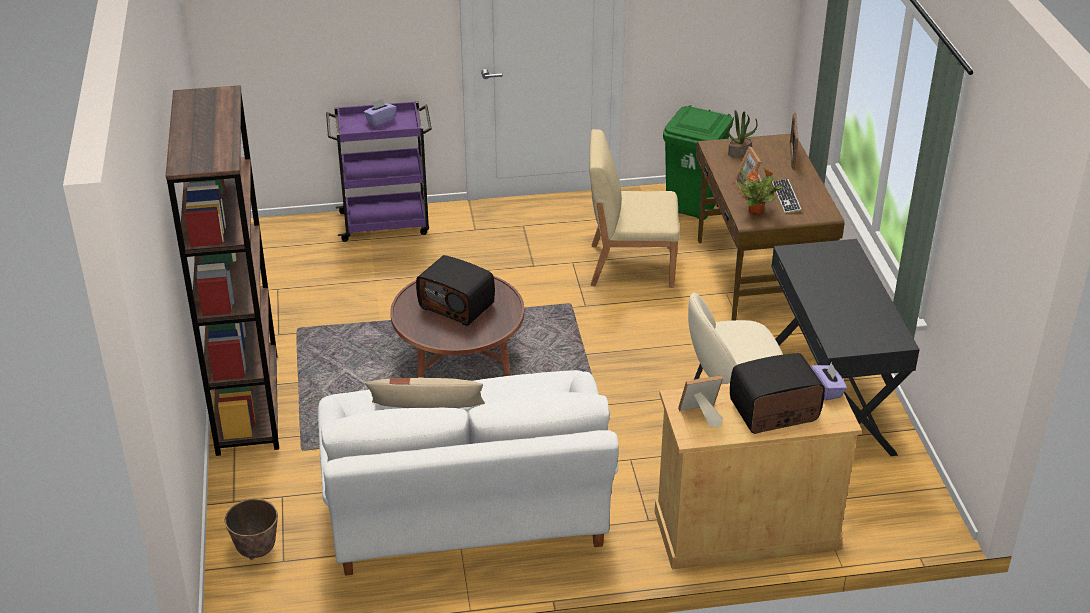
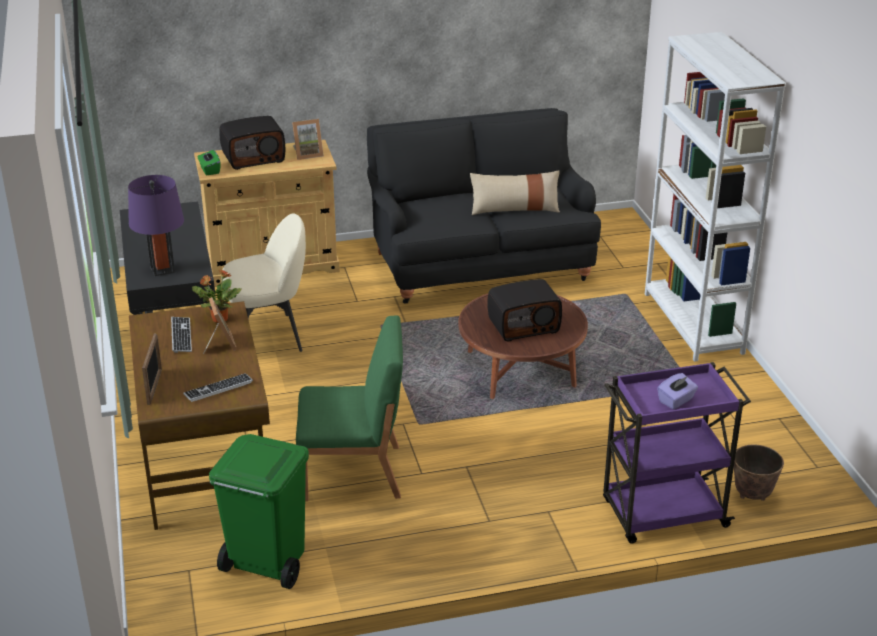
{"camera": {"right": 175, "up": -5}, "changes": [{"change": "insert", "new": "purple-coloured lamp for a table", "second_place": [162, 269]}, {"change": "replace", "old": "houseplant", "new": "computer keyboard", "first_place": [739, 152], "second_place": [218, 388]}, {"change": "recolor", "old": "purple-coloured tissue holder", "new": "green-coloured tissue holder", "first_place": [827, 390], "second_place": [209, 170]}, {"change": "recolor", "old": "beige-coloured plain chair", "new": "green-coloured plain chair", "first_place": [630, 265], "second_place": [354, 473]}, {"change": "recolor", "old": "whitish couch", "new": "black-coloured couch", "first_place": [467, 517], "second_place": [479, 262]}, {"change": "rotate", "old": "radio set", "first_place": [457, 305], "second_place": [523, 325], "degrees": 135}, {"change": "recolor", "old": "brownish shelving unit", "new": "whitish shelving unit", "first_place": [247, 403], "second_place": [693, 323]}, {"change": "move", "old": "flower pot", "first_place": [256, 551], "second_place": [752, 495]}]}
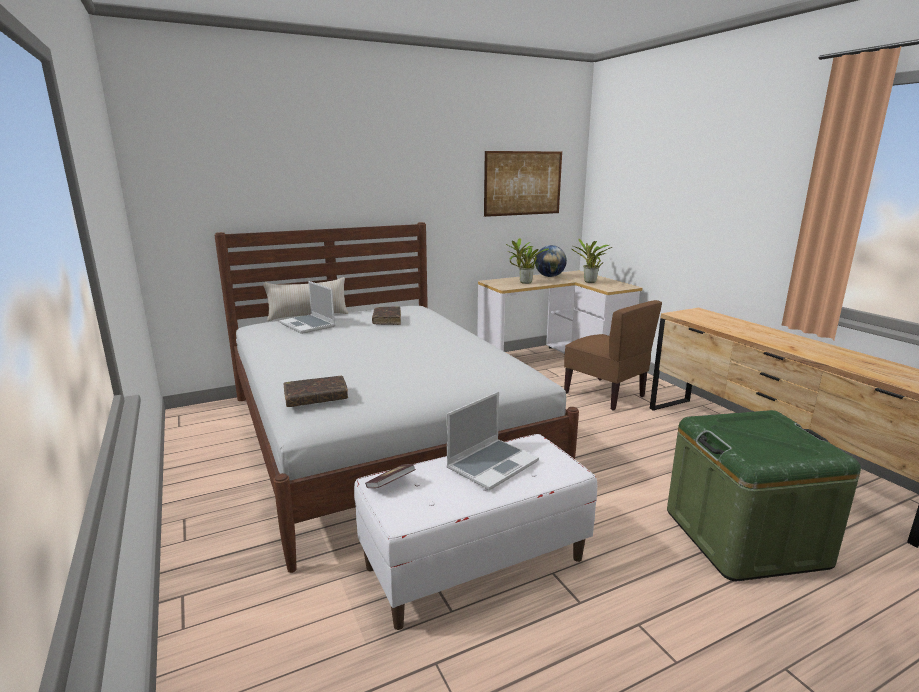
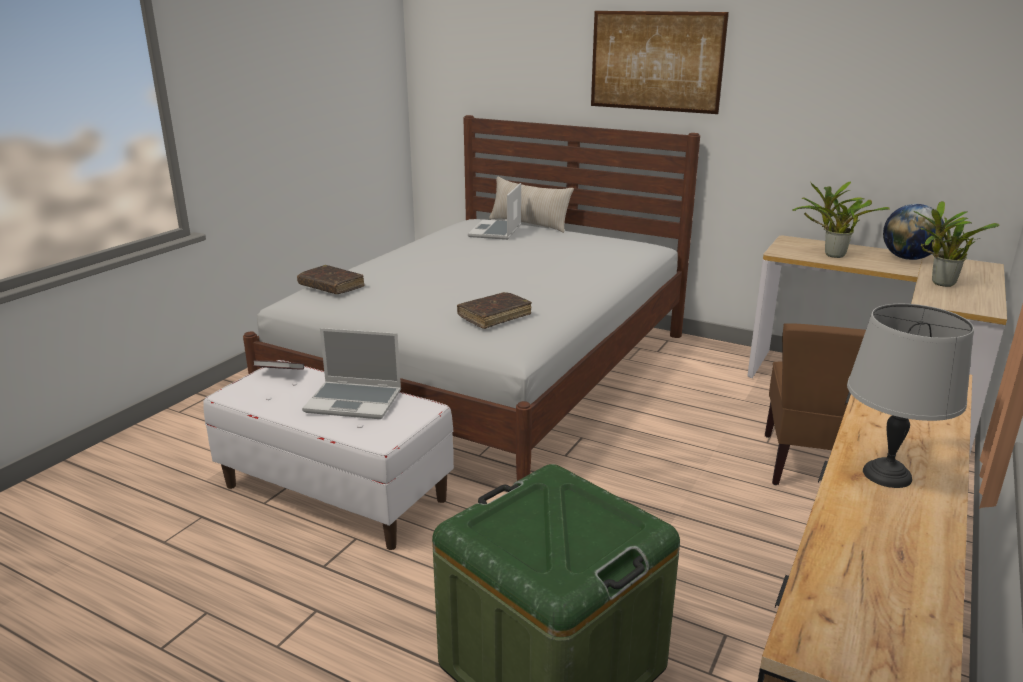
{"camera": {"right": 55, "up": 5}, "changes": [{"change": "move", "old": "brownish bound book", "first_place": [387, 320], "second_place": [494, 316]}, {"change": "move", "old": "wall picture", "first_place": [523, 183], "second_place": [656, 61]}, {"change": "insert", "new": "grey lamp for a table", "second_place": [887, 475]}]}
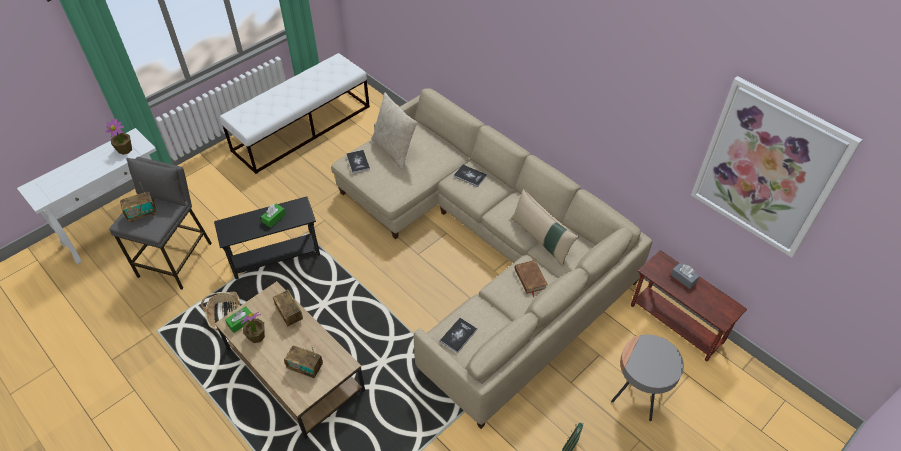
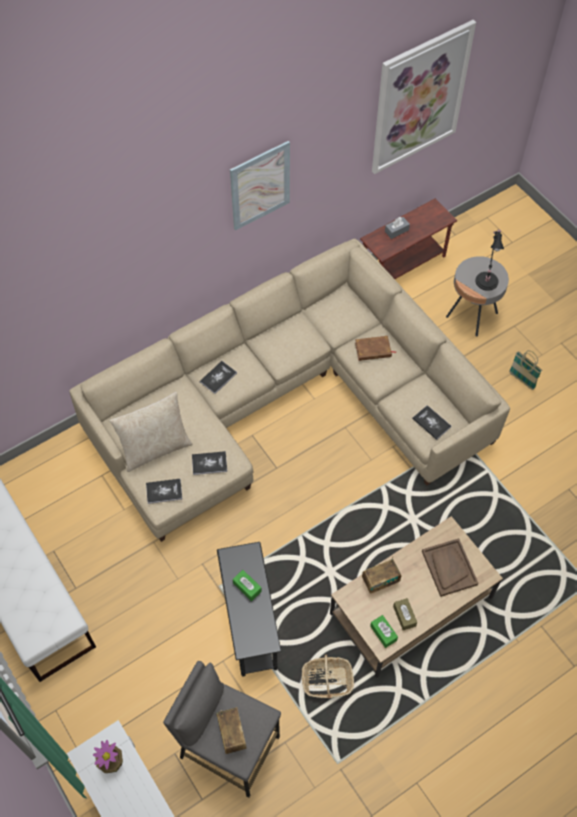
{"camera": {"right": -80, "up": 10}, "changes": [{"change": "insert", "new": "bound book", "second_place": [209, 463]}, {"change": "insert", "new": "wall picture", "second_place": [260, 185]}, {"change": "replace", "old": "houseplant", "new": "brownish tissue holder", "first_place": [256, 336], "second_place": [404, 616]}, {"change": "replace", "old": "radio set", "new": "brownish serving tray", "first_place": [305, 368], "second_place": [449, 568]}, {"change": "insert", "new": "black-coloured lamp for a table", "second_place": [487, 279]}, {"change": "delete", "old": "beige-coloured pillow", "first_place": [541, 239]}]}
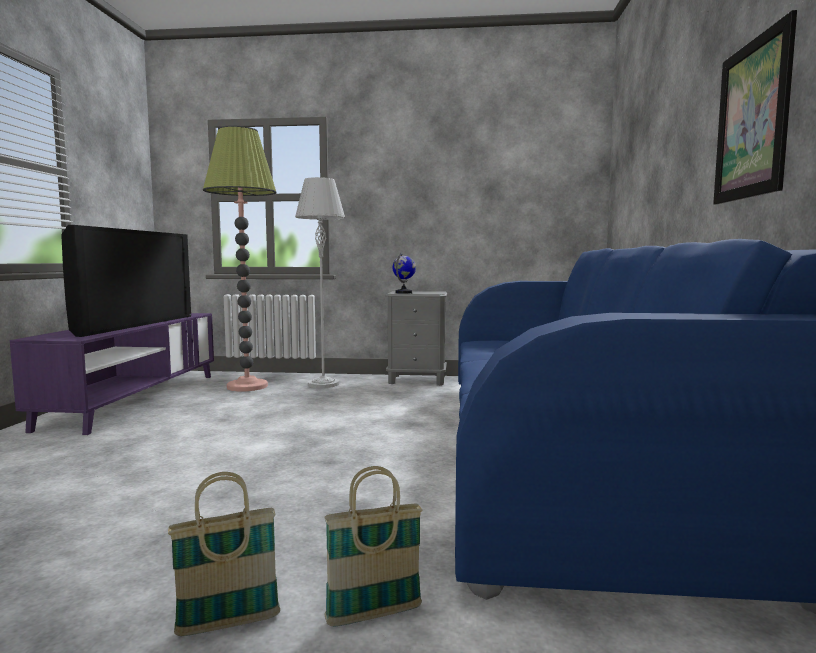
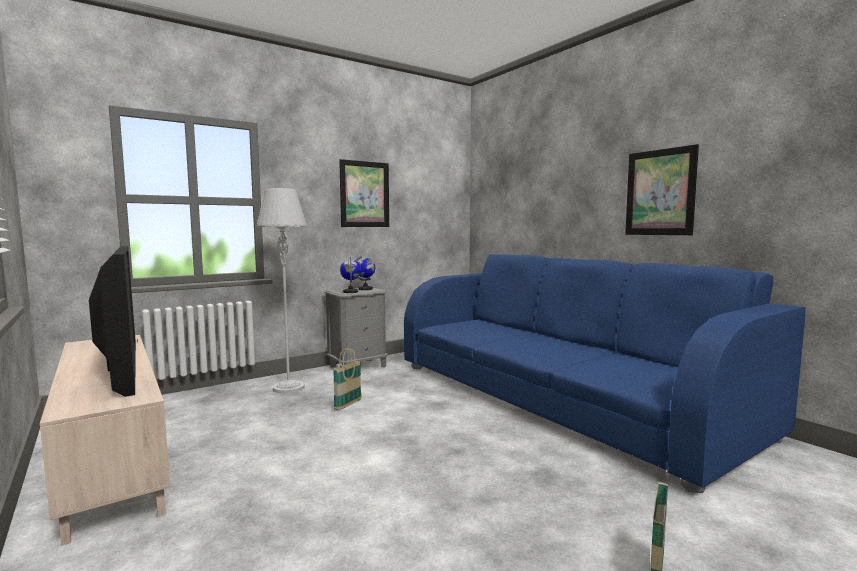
{"camera": {"right": -40, "up": 0}, "changes": [{"change": "recolor", "old": "purple-coloured tv stand", "new": "beige-coloured tv stand", "first_place": [135, 399], "second_place": [112, 458]}, {"change": "move", "old": "household basket", "first_place": [374, 614], "second_place": [348, 404]}, {"change": "insert", "new": "wall picture", "second_place": [364, 194]}, {"change": "insert", "new": "globe", "second_place": [365, 289]}, {"change": "delete", "old": "standing lamp", "first_place": [247, 386]}]}
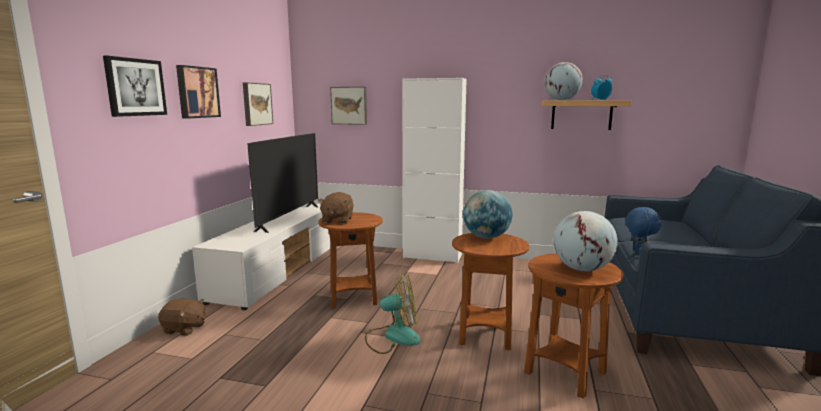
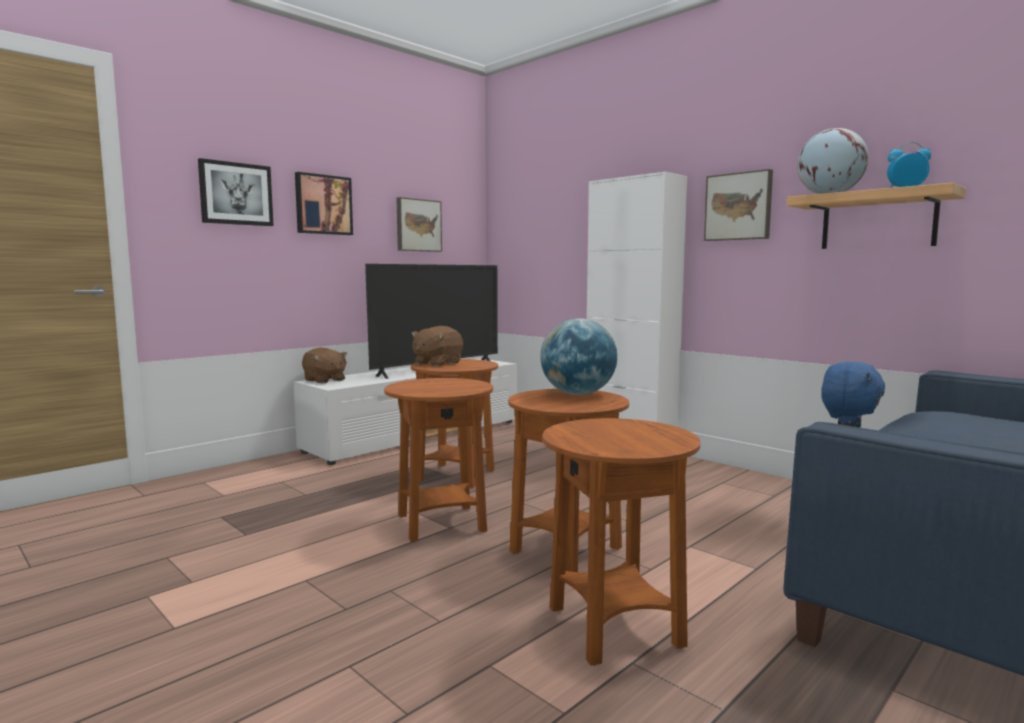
{"camera": {"right": 30, "up": -5}, "changes": [{"change": "move", "old": "brownish cuddly toy", "first_place": [184, 329], "second_place": [324, 380]}, {"change": "replace", "old": "fan", "new": "brownish end table", "first_place": [393, 337], "second_place": [441, 524]}, {"change": "move", "old": "wall picture", "first_place": [349, 105], "second_place": [738, 206]}, {"change": "delete", "old": "globe", "first_place": [582, 269]}]}
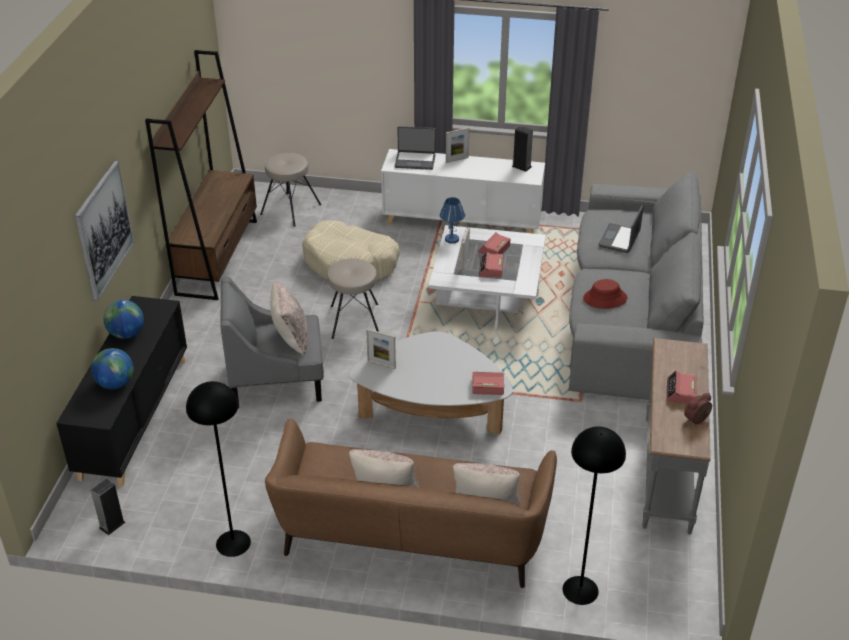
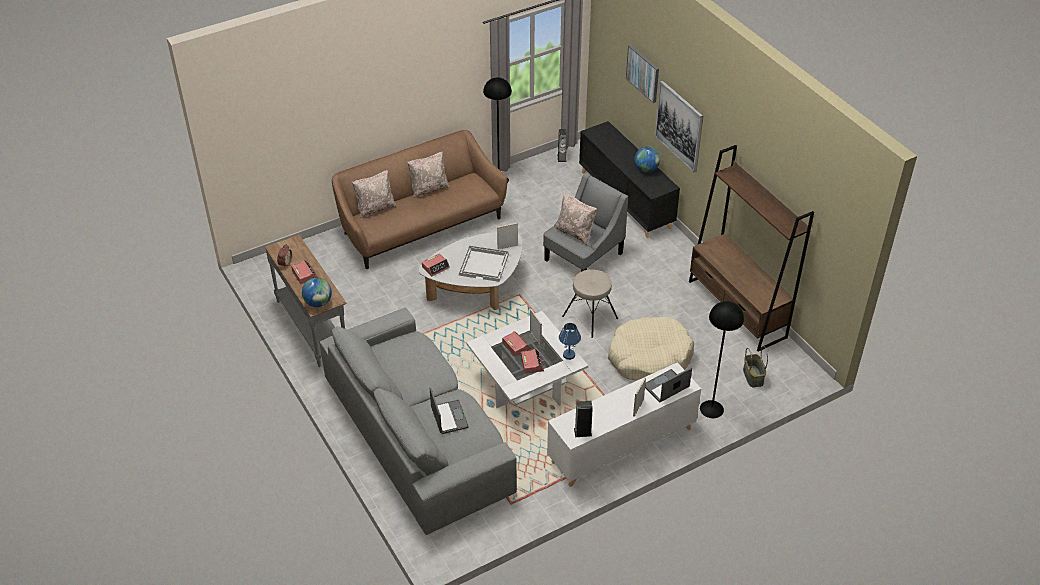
{"camera": {"right": 140, "up": 5}, "changes": [{"change": "move", "old": "globe", "first_place": [115, 384], "second_place": [318, 303]}, {"change": "insert", "new": "whitish serving tray", "second_place": [484, 264]}, {"change": "insert", "new": "wall picture", "second_place": [643, 73]}, {"change": "move", "old": "black-coloured standing lamp", "first_place": [580, 590], "second_place": [711, 409]}, {"change": "replace", "old": "beige-coloured stool seat", "new": "household basket", "first_place": [290, 209], "second_place": [753, 376]}, {"change": "delete", "old": "red clothing hat", "first_place": [605, 298]}]}
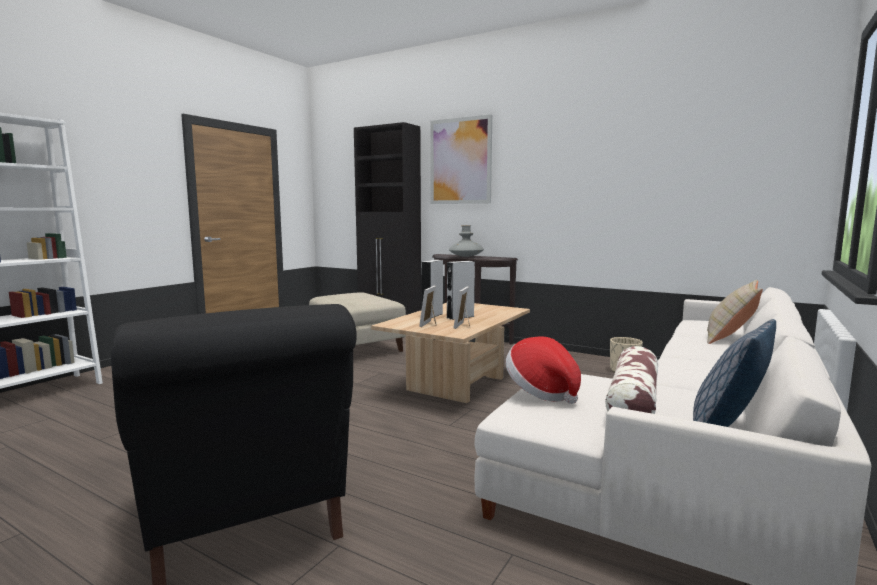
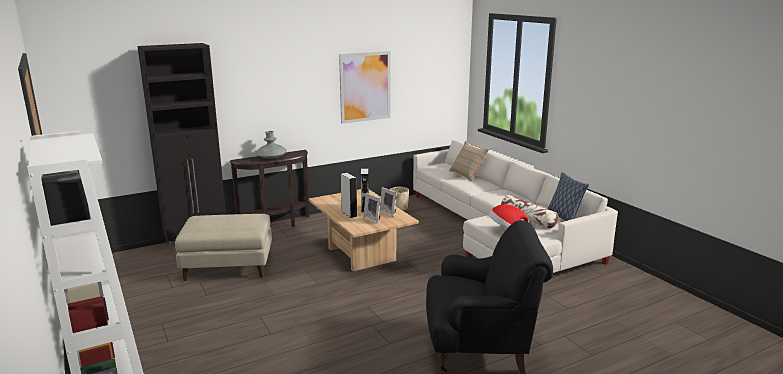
{"camera": {"right": -60, "up": 10}, "changes": [{"change": "move", "old": "wall picture", "first_place": [460, 161], "second_place": [365, 87]}]}
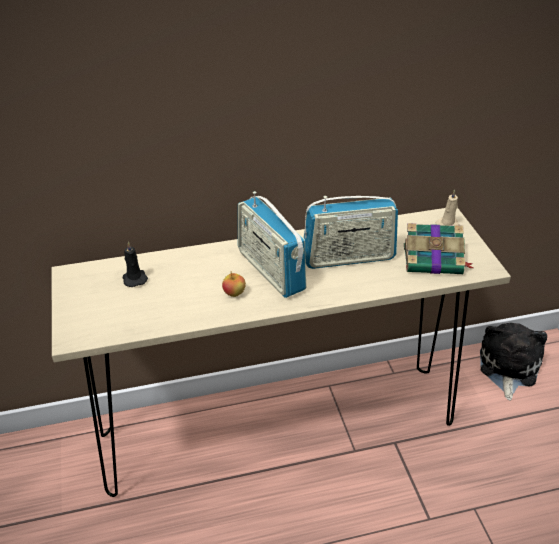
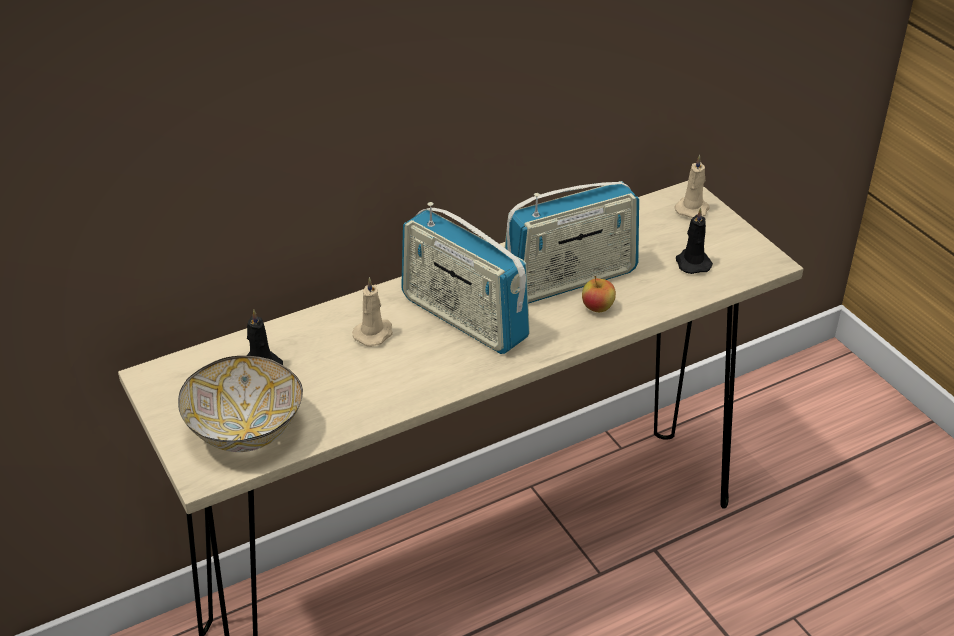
{"camera": {"right": -15, "up": 0}, "changes": [{"change": "insert", "new": "serving bowl", "second_place": [247, 432]}, {"change": "insert", "new": "beige-coloured wax light", "second_place": [374, 333]}, {"change": "move", "old": "whole apple", "first_place": [234, 293], "second_place": [597, 308]}, {"change": "replace", "old": "bound book", "new": "black-coloured wax light", "first_place": [434, 260], "second_place": [692, 262]}, {"change": "delete", "old": "cuddly toy", "first_place": [507, 367]}]}
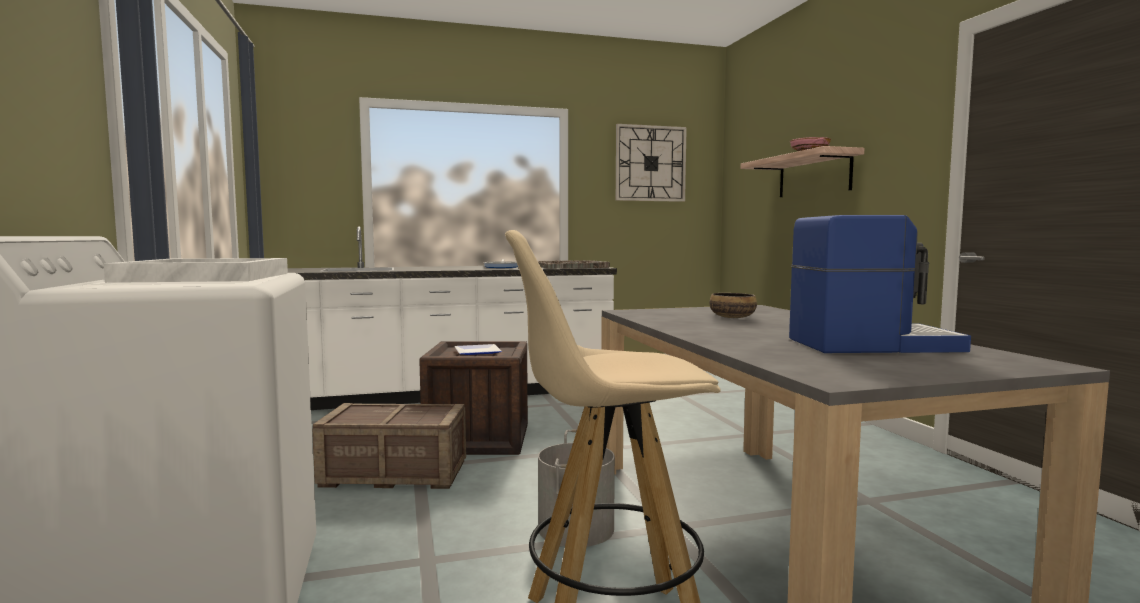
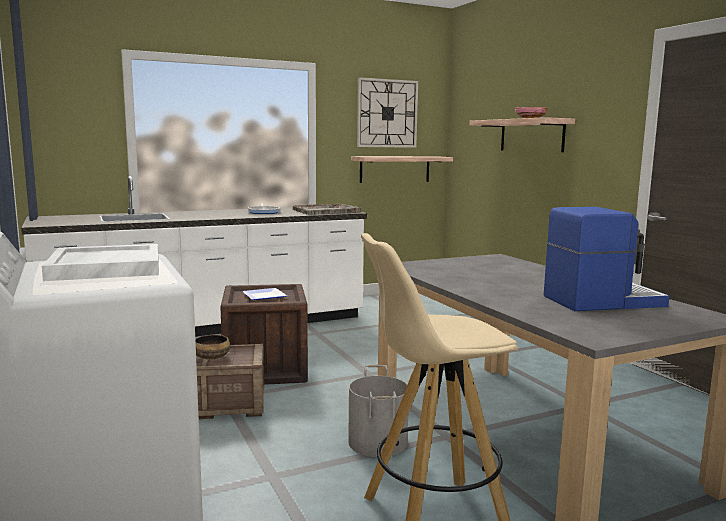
{"camera": {"right": -10, "up": 5}, "changes": [{"change": "move", "old": "serving bowl", "first_place": [732, 317], "second_place": [211, 357]}, {"change": "insert", "new": "bracket shelf", "second_place": [395, 169]}]}
